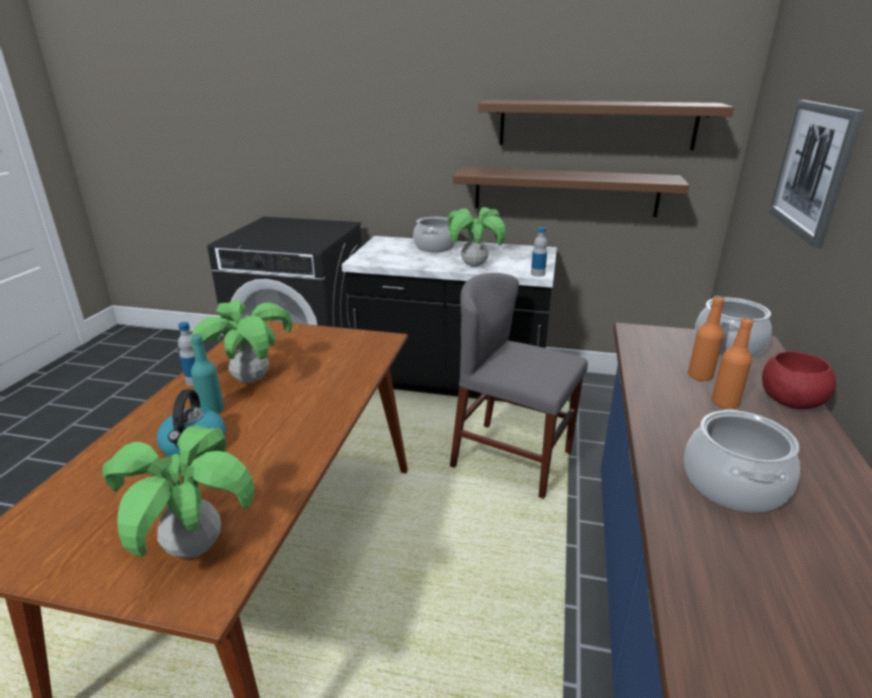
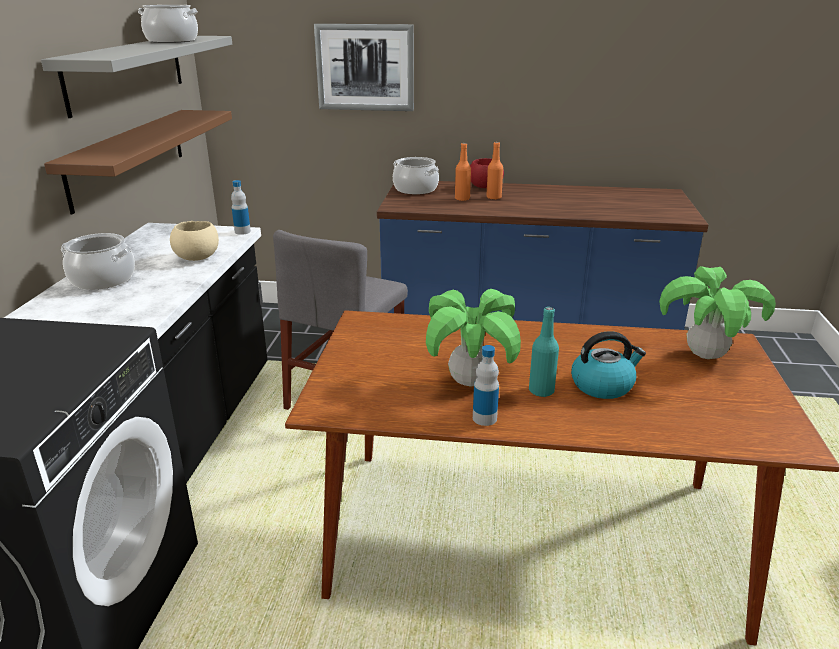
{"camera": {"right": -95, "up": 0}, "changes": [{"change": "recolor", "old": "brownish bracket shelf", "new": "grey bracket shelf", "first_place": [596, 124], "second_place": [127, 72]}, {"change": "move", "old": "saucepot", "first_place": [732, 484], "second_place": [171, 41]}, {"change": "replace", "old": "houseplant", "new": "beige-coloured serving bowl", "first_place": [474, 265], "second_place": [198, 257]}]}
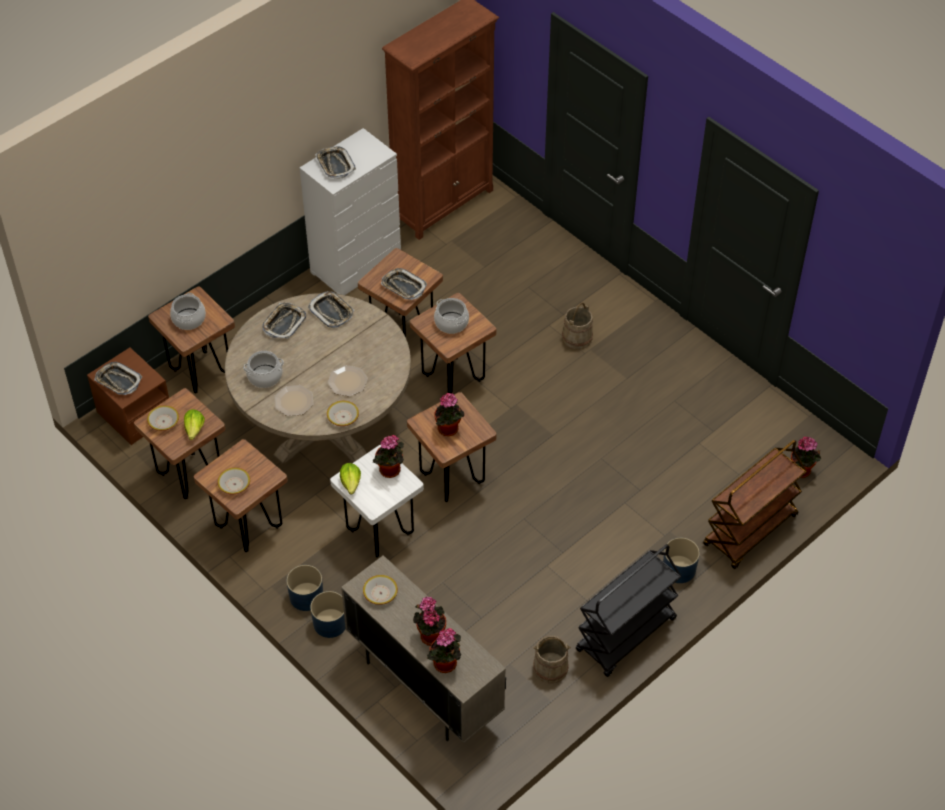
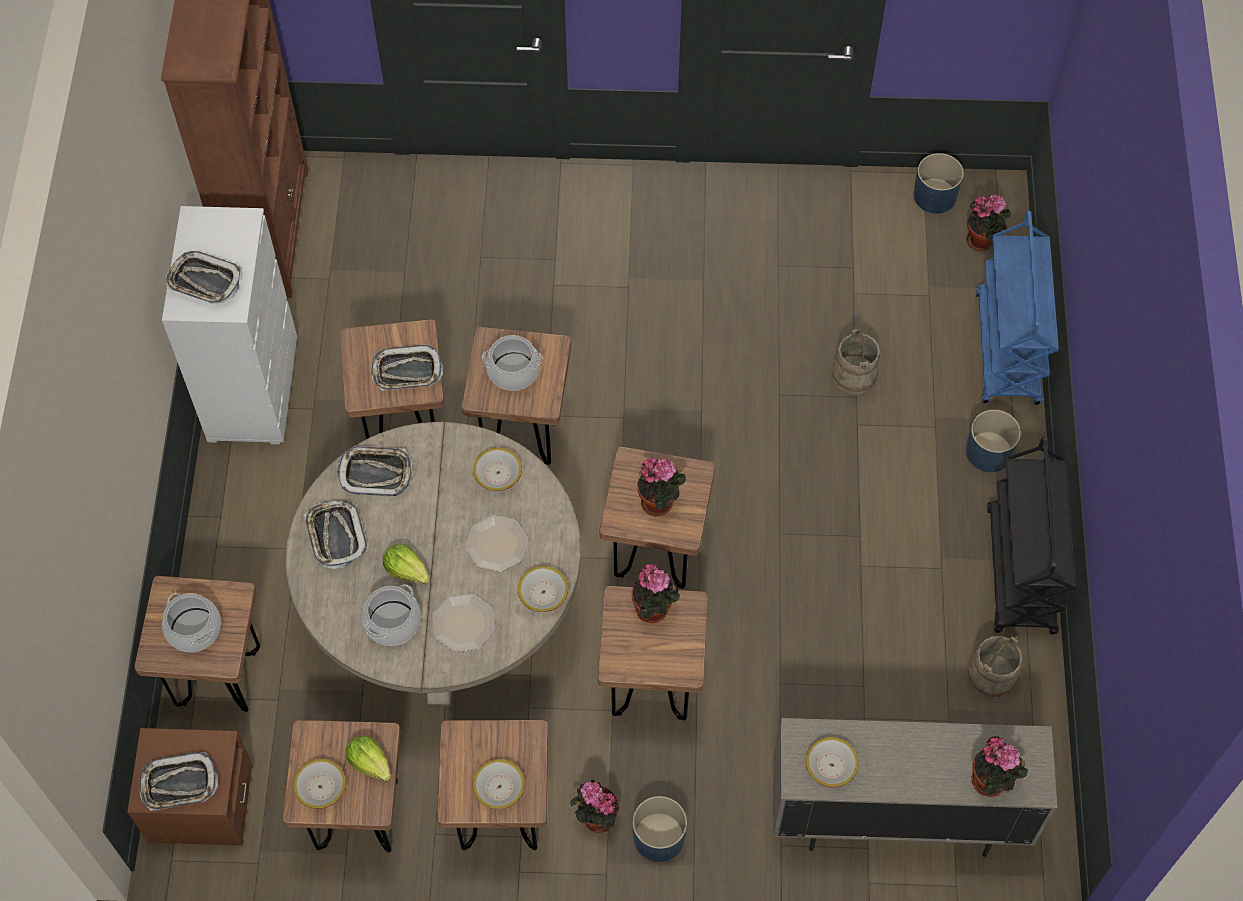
{"camera": {"right": -45, "up": 10}, "changes": [{"change": "move", "old": "lettuce", "first_place": [351, 483], "second_place": [407, 570]}, {"change": "insert", "new": "serving bowl", "second_place": [498, 473]}, {"change": "move", "old": "houseplant", "first_place": [430, 634], "second_place": [596, 817]}, {"change": "recolor", "old": "whitish stool seat", "new": "brownish stool seat", "first_place": [380, 533], "second_place": [651, 688]}, {"change": "move", "old": "beige-coloured bucket", "first_place": [577, 337], "second_place": [854, 375]}, {"change": "move", "old": "bluish flower pot", "first_place": [330, 623], "second_place": [935, 196]}, {"change": "recolor", "old": "brownish cart", "new": "bluish cart", "first_place": [750, 531], "second_place": [1007, 349]}]}
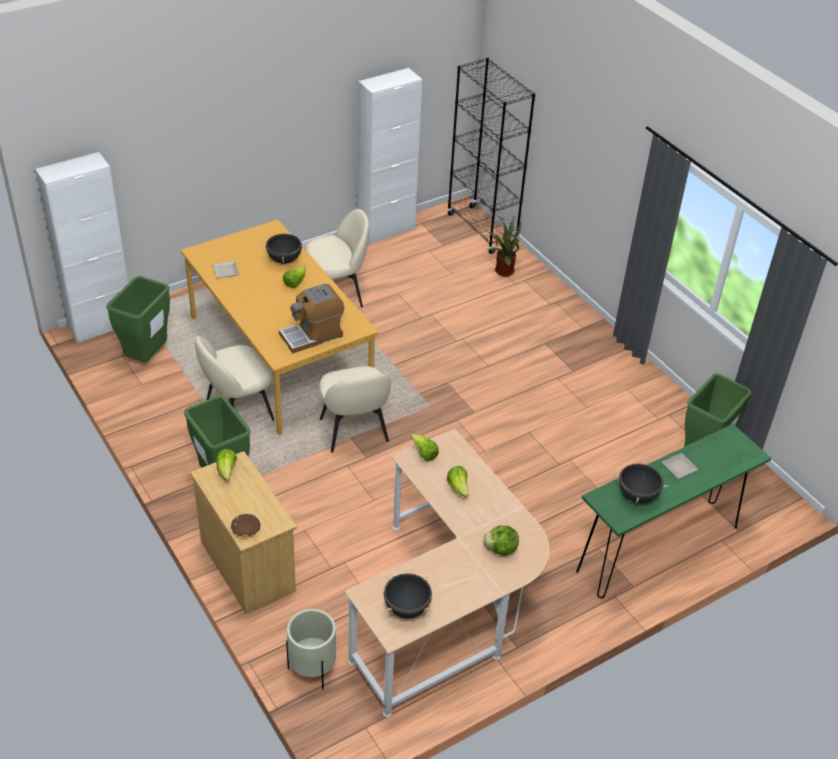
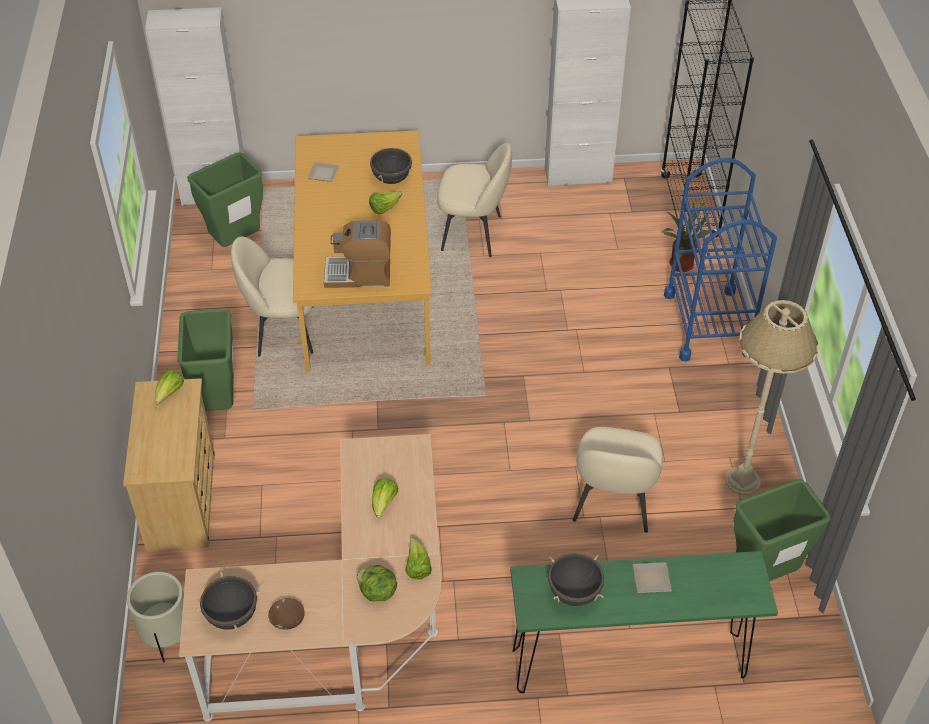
{"camera": {"right": 30, "up": 5}, "changes": [{"change": "move", "old": "brownish serving bowl", "first_place": [245, 529], "second_place": [286, 618]}, {"change": "move", "old": "lettuce", "first_place": [424, 454], "second_place": [417, 567]}, {"change": "move", "old": "beige-coloured plain chair", "first_place": [354, 432], "second_place": [612, 504]}, {"change": "insert", "new": "bluish cart", "second_place": [708, 324]}, {"change": "insert", "new": "beige-coloured standing lamp", "second_place": [743, 480]}]}
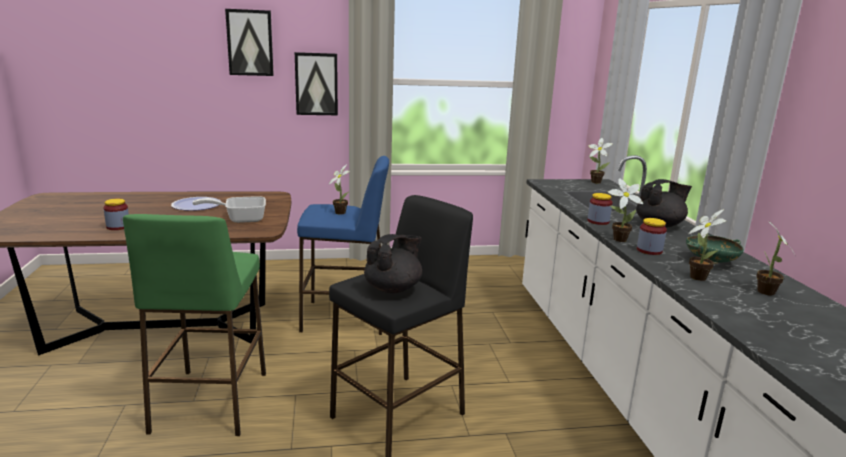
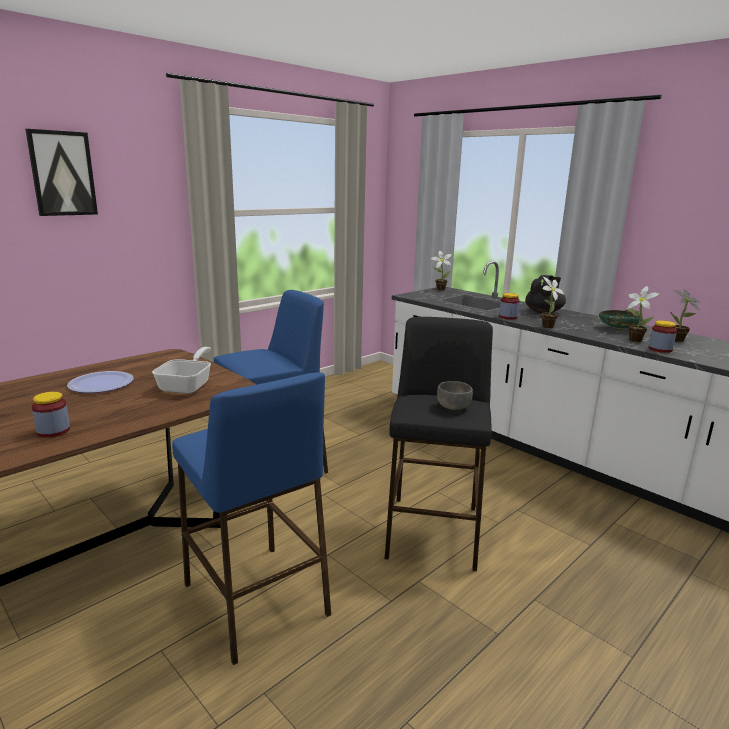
{"camera": {"right": -35, "up": 0}, "changes": [{"change": "rotate", "old": "frying pan", "first_place": [240, 219], "second_place": [188, 385], "degrees": 150}, {"change": "recolor", "old": "green-coloured stool seat", "new": "bluish stool seat", "first_place": [210, 402], "second_place": [256, 600]}, {"change": "replace", "old": "black-coloured tea pot", "new": "grey serving bowl", "first_place": [393, 288], "second_place": [453, 406]}, {"change": "move", "old": "jar", "first_place": [649, 250], "second_place": [660, 349]}, {"change": "delete", "old": "wall picture", "first_place": [316, 84]}, {"change": "delete", "old": "houseplant", "first_place": [340, 212]}]}
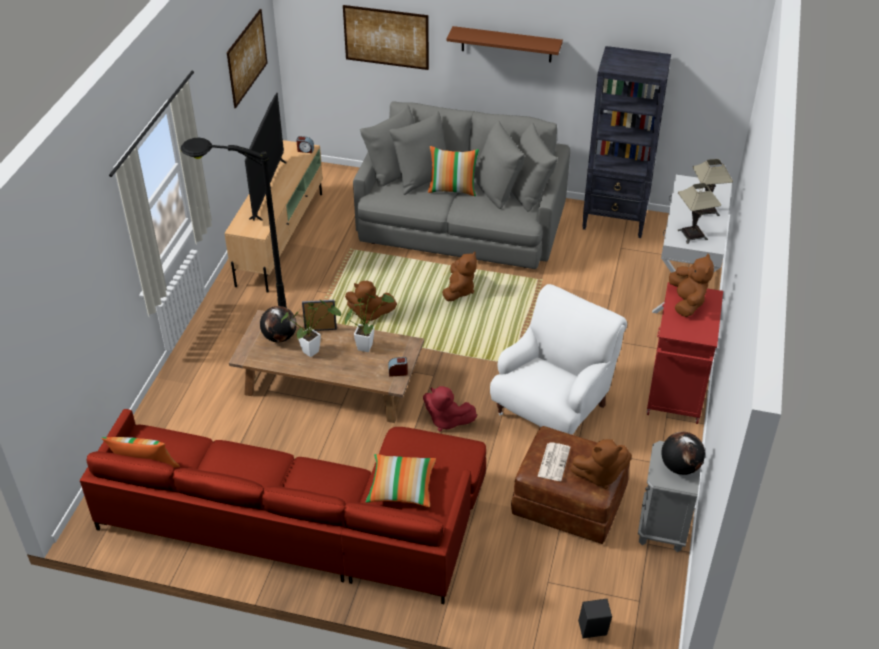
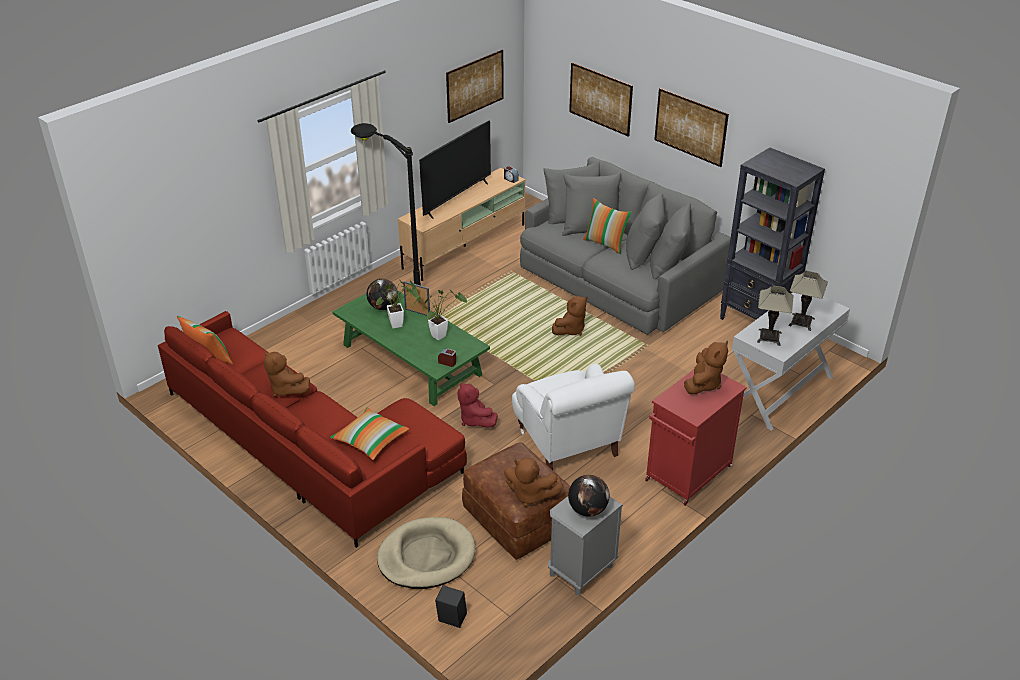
{"camera": {"right": 30, "up": -5}, "changes": [{"change": "move", "old": "brownish cuddly toy", "first_place": [369, 314], "second_place": [286, 389]}, {"change": "recolor", "old": "brownish low table", "new": "green-coloured low table", "first_place": [329, 383], "second_place": [410, 360]}, {"change": "insert", "new": "beige-coloured dog cushion", "second_place": [426, 556]}, {"change": "rotate", "old": "whitish armchair", "first_place": [553, 409], "second_place": [568, 445], "degrees": 90}, {"change": "replace", "old": "brownish bracket shelf", "new": "wall picture", "first_place": [506, 44], "second_place": [690, 127]}, {"change": "delete", "old": "daily paper", "first_place": [553, 461]}]}
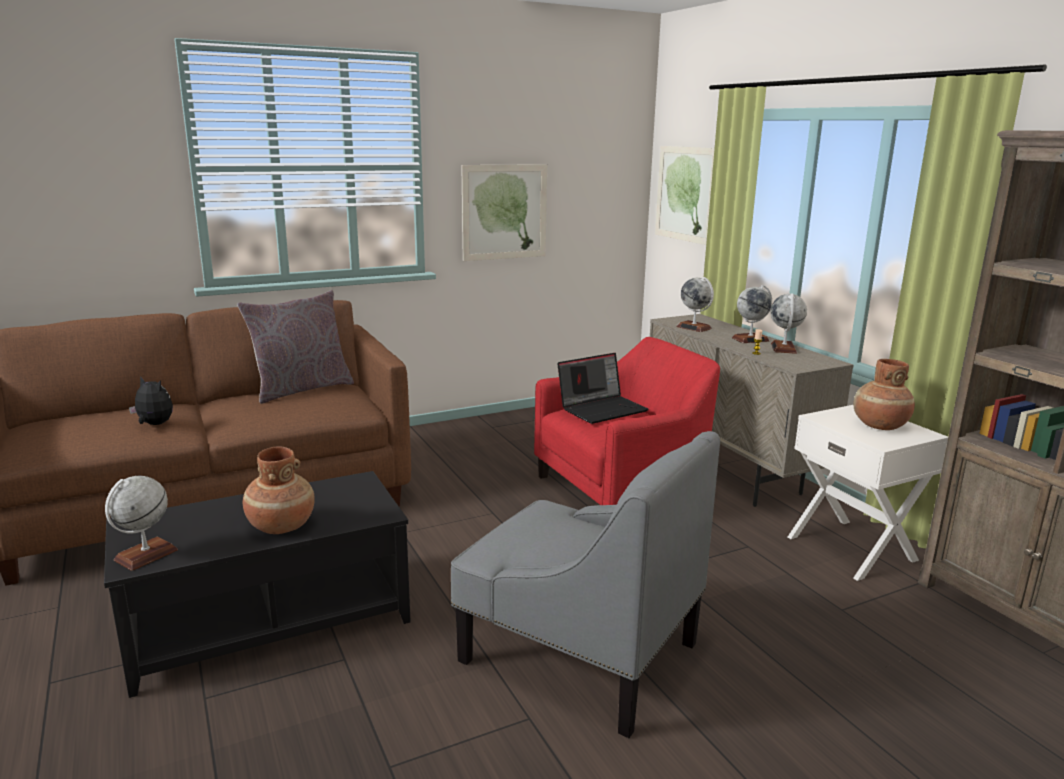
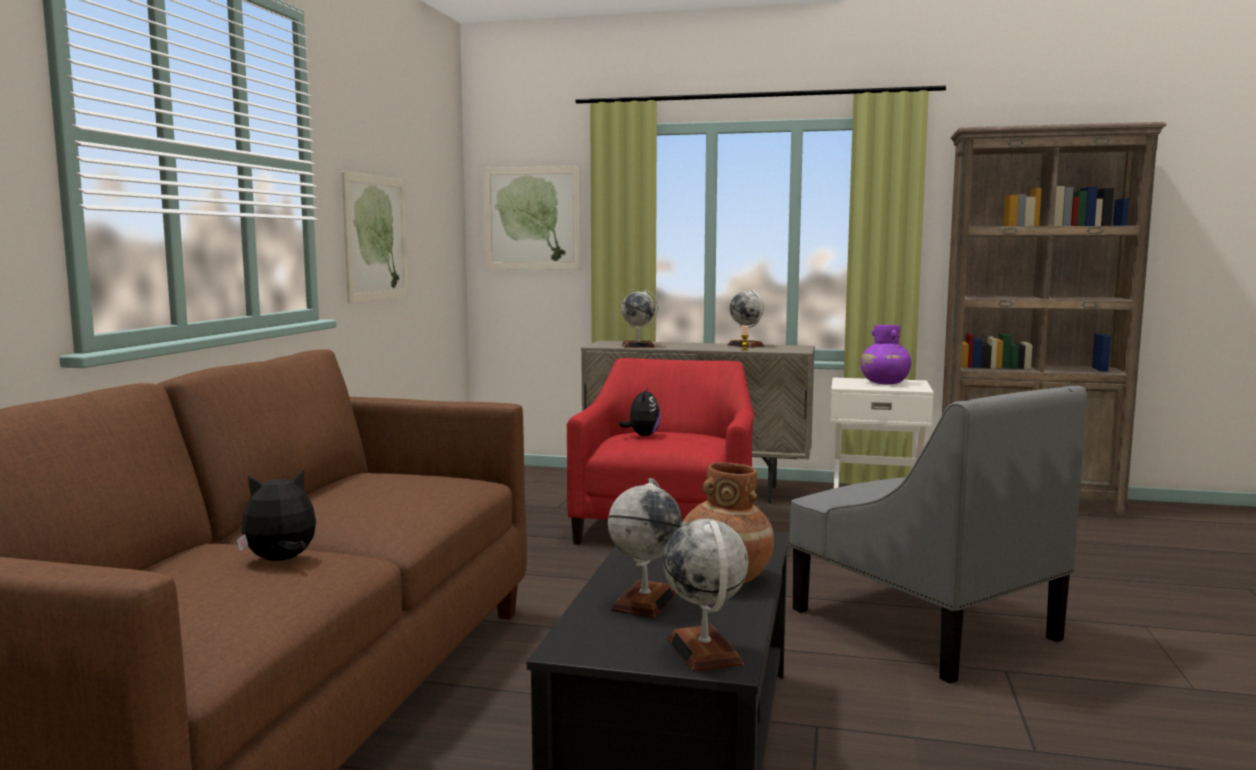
{"camera": {"right": -50, "up": -10}, "changes": [{"change": "move", "old": "globe", "first_place": [750, 339], "second_place": [645, 601]}, {"change": "replace", "old": "laptop", "new": "cuddly toy", "first_place": [602, 409], "second_place": [642, 435]}, {"change": "rotate", "old": "grey armchair", "first_place": [578, 652], "second_place": [922, 624], "degrees": 75}, {"change": "recolor", "old": "brownish decorative vase", "new": "purple-coloured decorative vase", "first_place": [879, 426], "second_place": [884, 383]}, {"change": "delete", "old": "grey pillow", "first_place": [301, 389]}]}
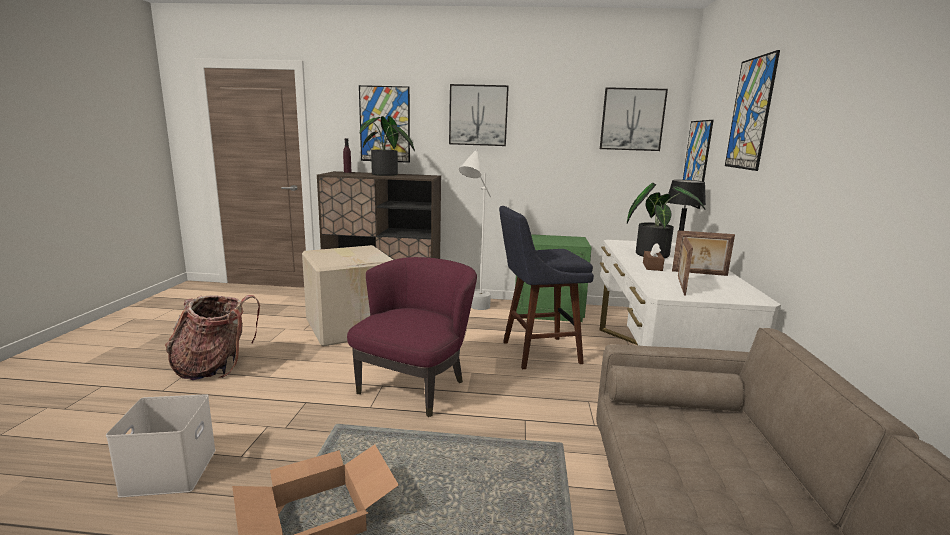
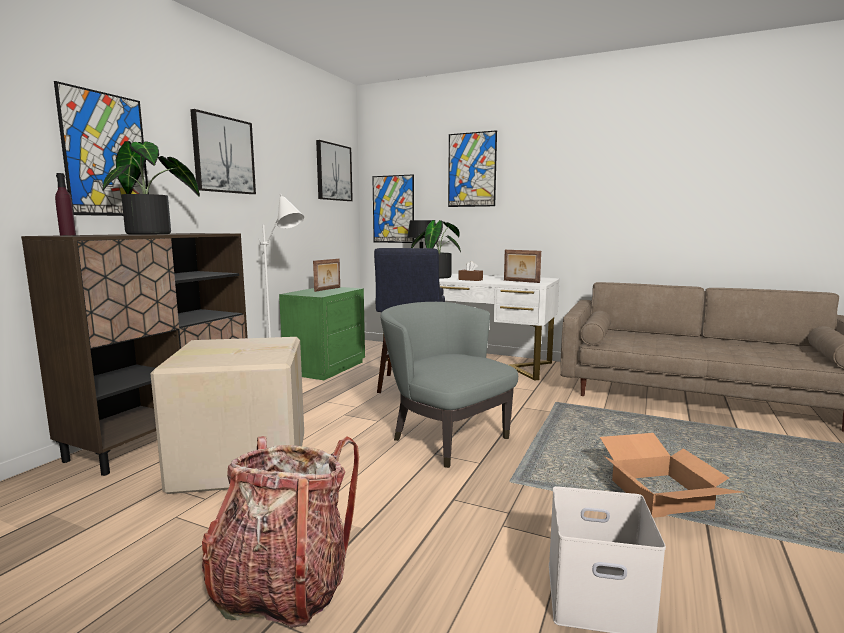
{"camera": {"right": -70, "up": -5}, "changes": [{"change": "move", "old": "photo frame", "first_place": [699, 273], "second_place": [328, 289]}, {"change": "recolor", "old": "purple-coloured armchair", "new": "grey armchair", "first_place": [415, 386], "second_place": [446, 438]}]}
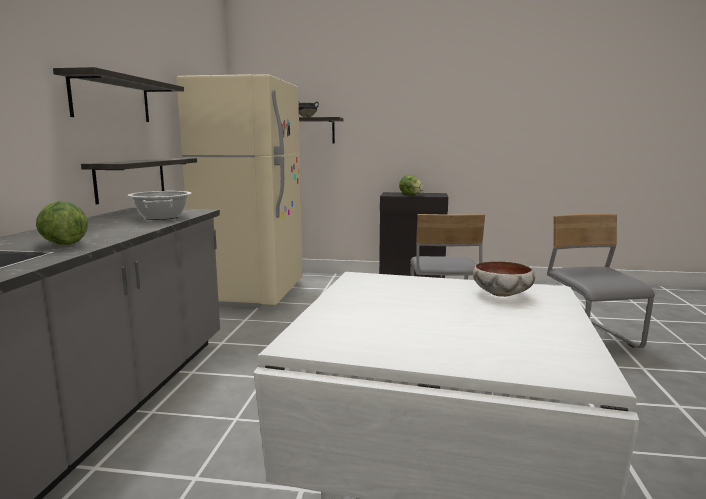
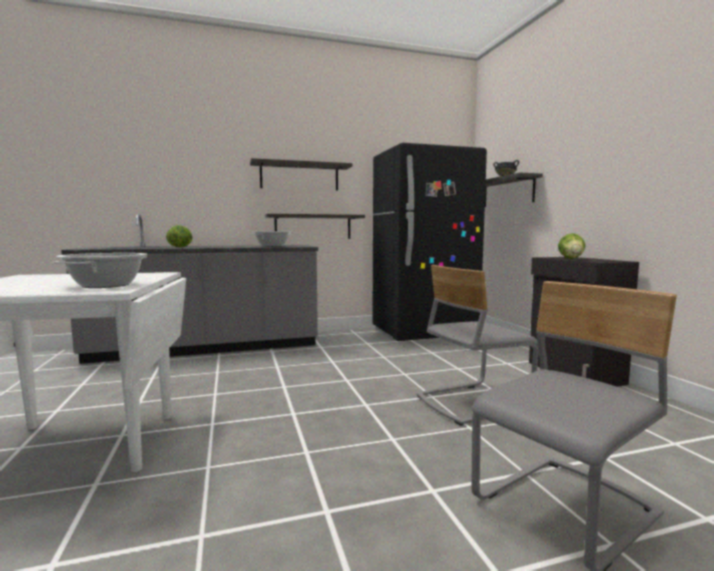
{"camera": {"right": 65, "up": -5}, "changes": [{"change": "replace", "old": "serving bowl", "new": "saucepot", "first_place": [503, 294], "second_place": [106, 285]}, {"change": "recolor", "old": "beige-coloured refrigerator", "new": "black-coloured refrigerator", "first_place": [252, 292], "second_place": [423, 334]}]}
